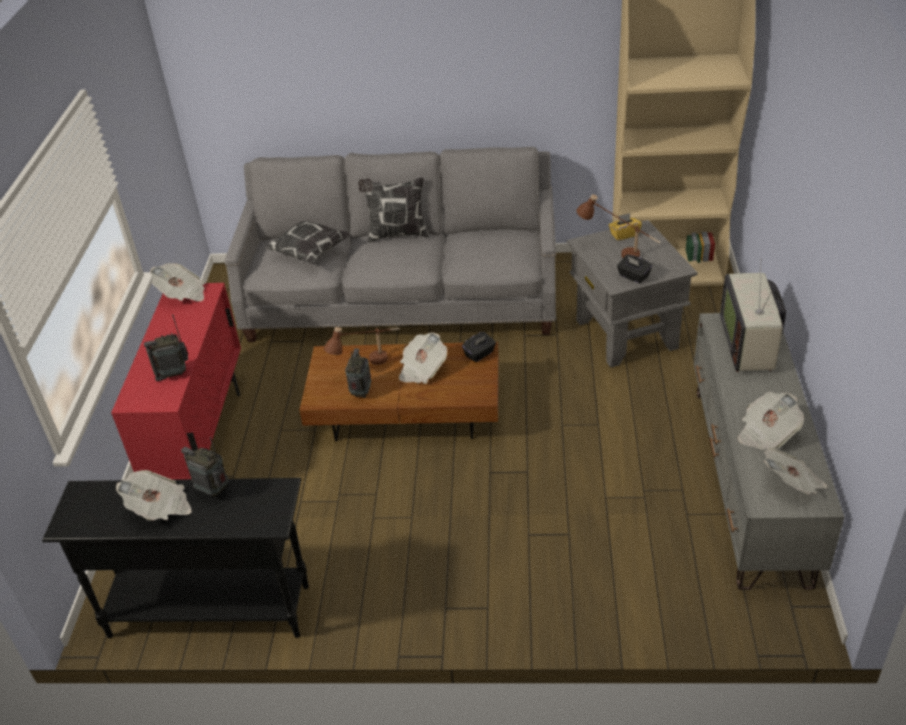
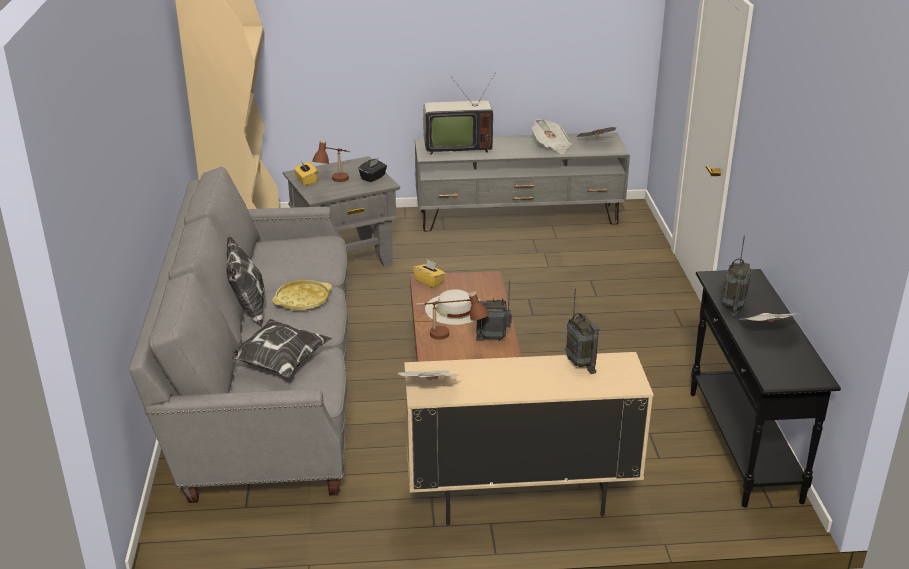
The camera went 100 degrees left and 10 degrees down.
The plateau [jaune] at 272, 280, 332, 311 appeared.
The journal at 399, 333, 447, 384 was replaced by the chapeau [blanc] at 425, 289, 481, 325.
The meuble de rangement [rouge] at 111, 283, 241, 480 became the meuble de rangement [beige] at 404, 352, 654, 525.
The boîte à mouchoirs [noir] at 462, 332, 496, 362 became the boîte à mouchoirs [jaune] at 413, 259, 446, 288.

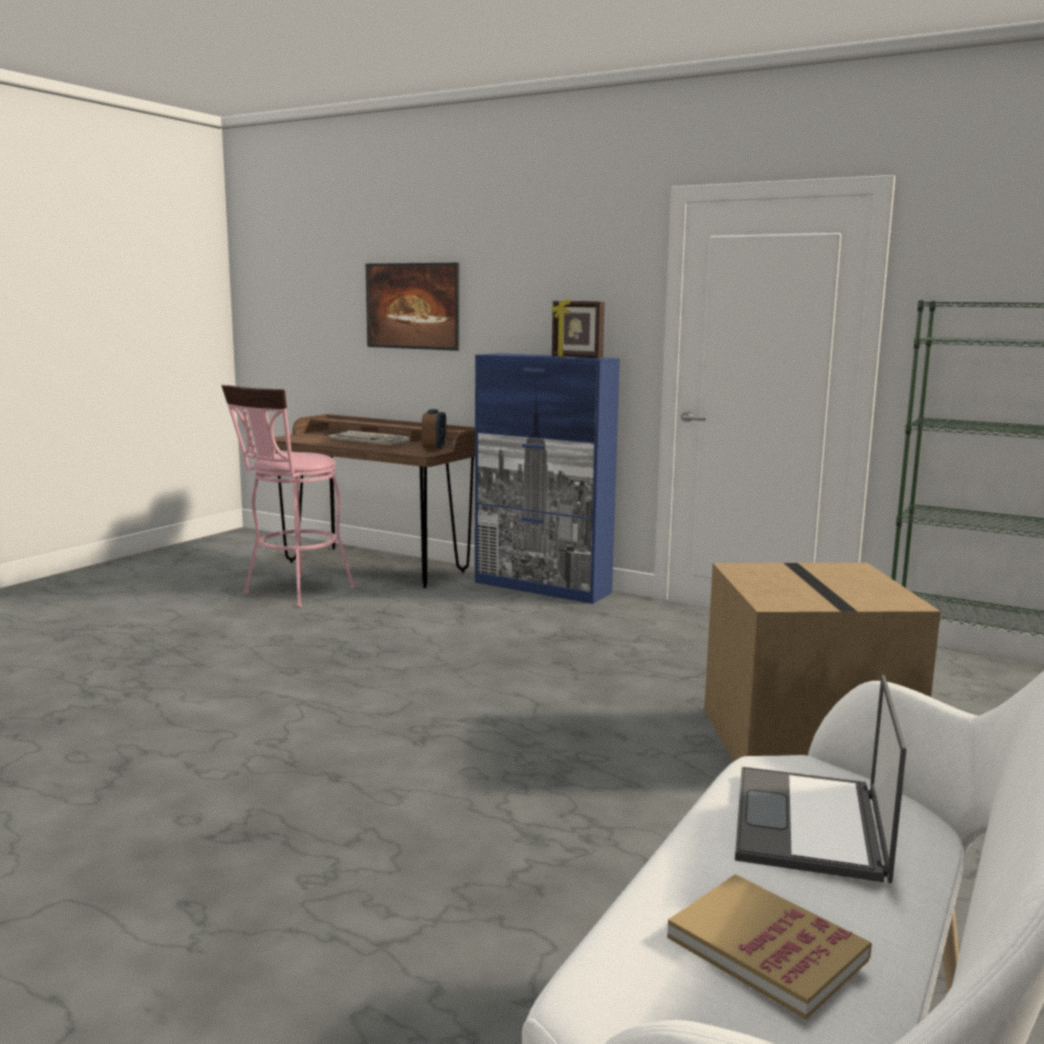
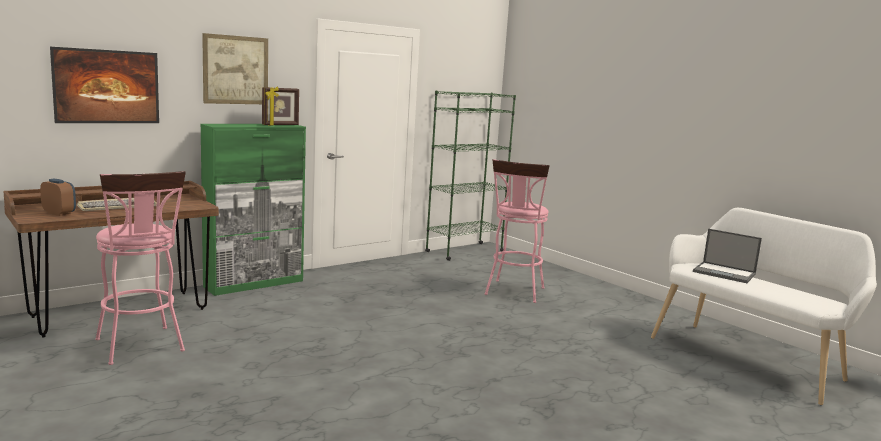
The camera went 70 degrees left and 0 degrees up.
The livre at 667, 874, 872, 1019 disappeared.
The tableau at 202, 33, 268, 104 appeared.
The réveil moved from 422, 409, 446, 451 to 40, 179, 76, 216.
The carton at 704, 563, 941, 762 was replaced by the tabouret [rose] at 485, 159, 550, 303.
The meuble de rangement [bleu] at 475, 353, 620, 604 became the meuble de rangement [vert] at 201, 124, 306, 296.

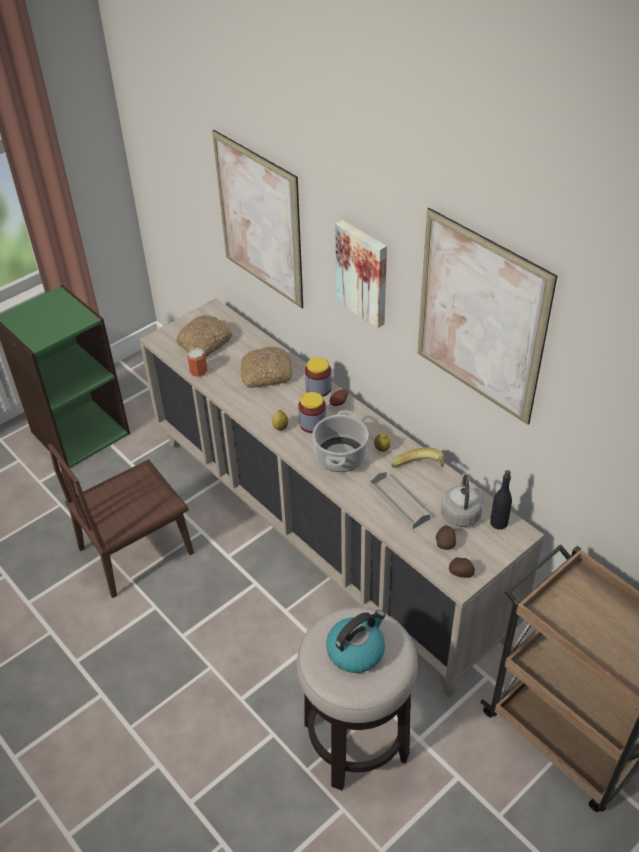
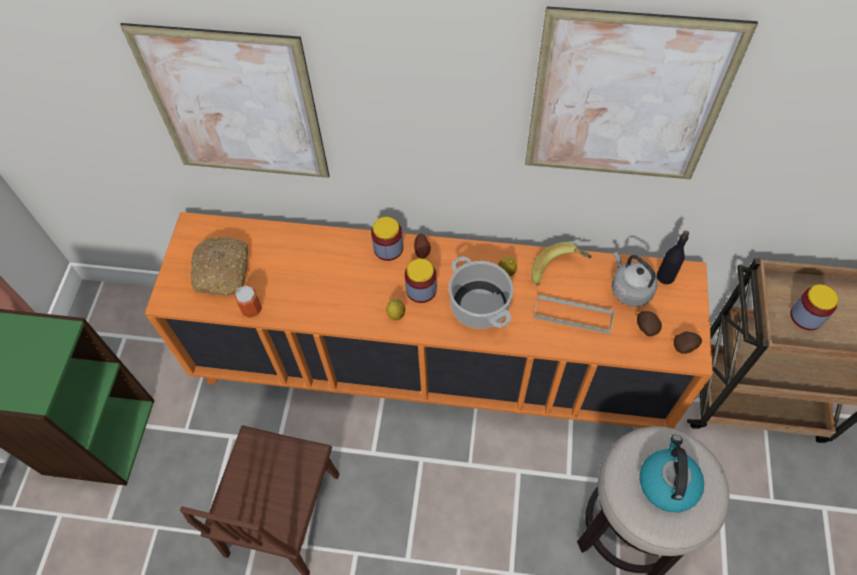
The camera went 40 degrees left and 15 degrees up.
The pain at 240, 347, 292, 388 disappeared.
The tableau at 335, 220, 387, 328 disappeared.
The bocal at 790, 284, 838, 330 appeared.
The meuble de rangement [beige] at 139, 298, 544, 698 became the meuble de rangement [orange] at 145, 212, 713, 429.

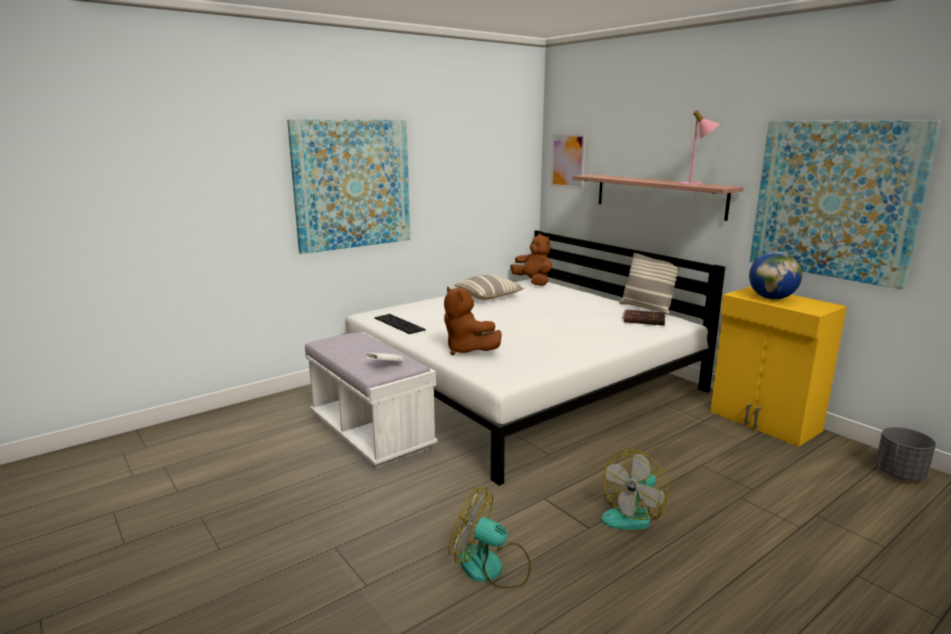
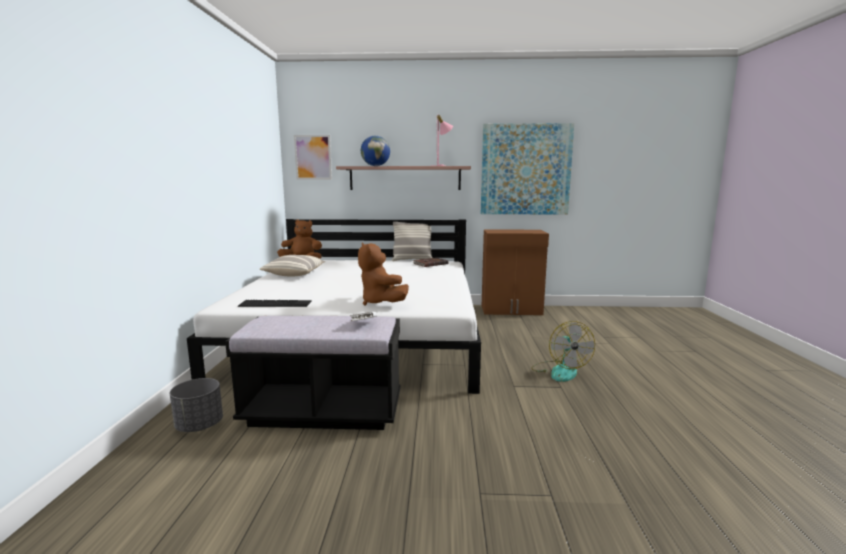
The camera went 50 degrees left and 5 degrees down.
The tableau at 287, 119, 410, 254 disappeared.
The ventilateur at 449, 487, 531, 588 disappeared.
The globe moved from 749, 252, 802, 299 to 361, 136, 390, 166.
The cache-pot [gris] moved from 875, 427, 936, 481 to 170, 378, 223, 432.
The banc [blanc] at 305, 332, 437, 469 became the banc [noir] at 225, 316, 401, 430.
The meuble de rangement [jaune] at 710, 286, 847, 447 became the meuble de rangement [marron] at 482, 229, 549, 315.
The peluche [marron] at 444, 287, 502, 355 turned 60 degrees clockwise.

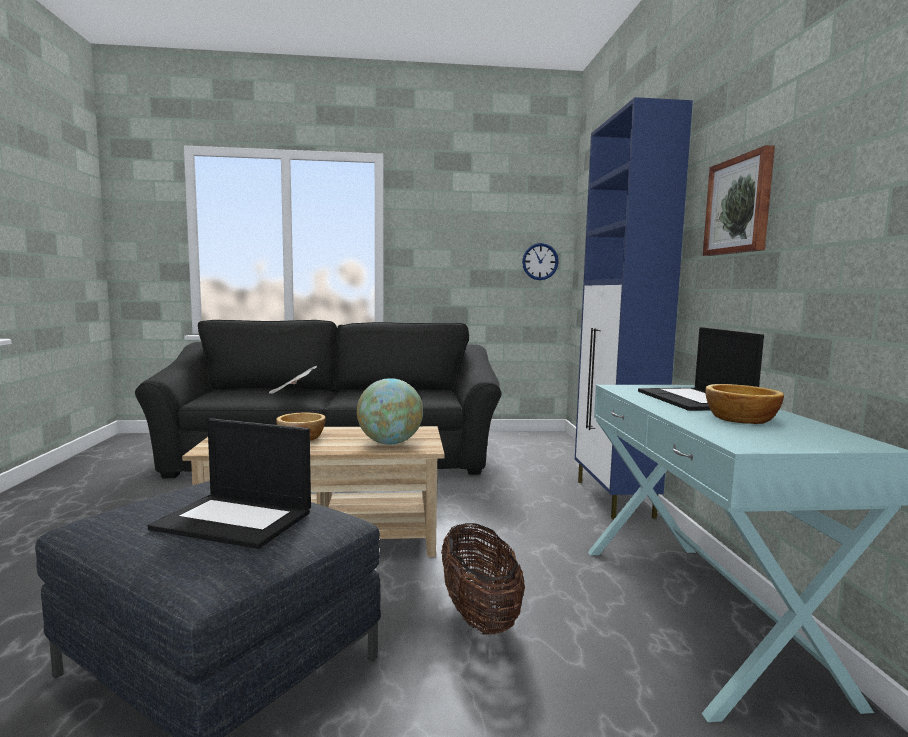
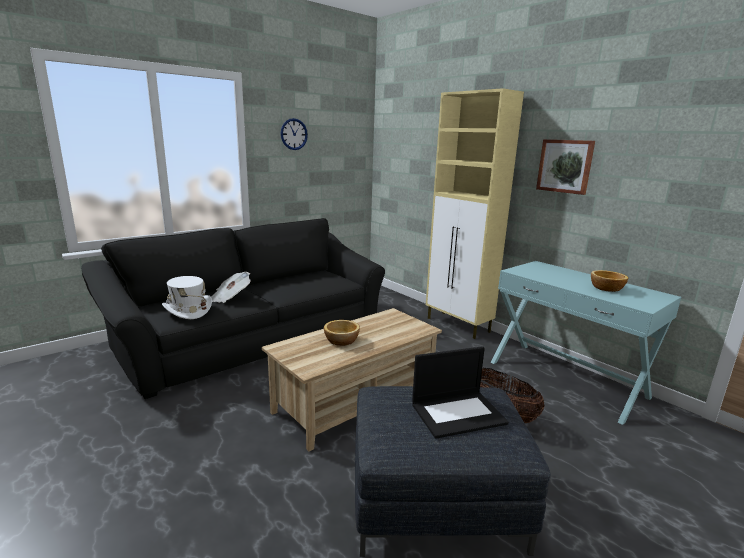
The camera went 35 degrees left and 10 degrees up.
The globe at 357, 378, 423, 445 disappeared.
The ordinateur portable at 638, 327, 764, 411 disappeared.
The chapeau [blanc] at 162, 276, 212, 319 appeared.
The horloge murale moved from 522, 243, 559, 280 to 281, 118, 308, 150.
The meuble de rangement [bleu] at 575, 97, 693, 520 became the meuble de rangement [beige] at 426, 88, 524, 339.

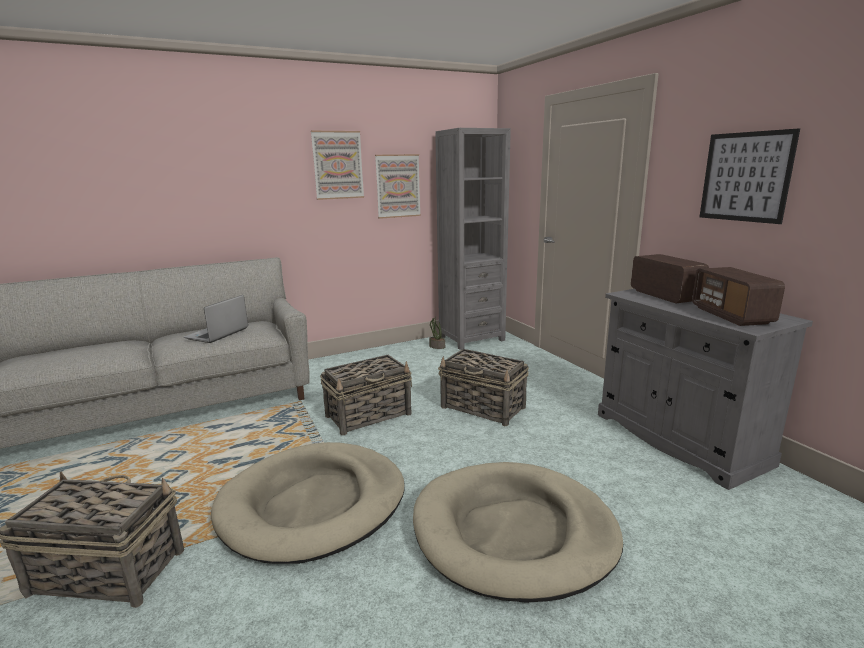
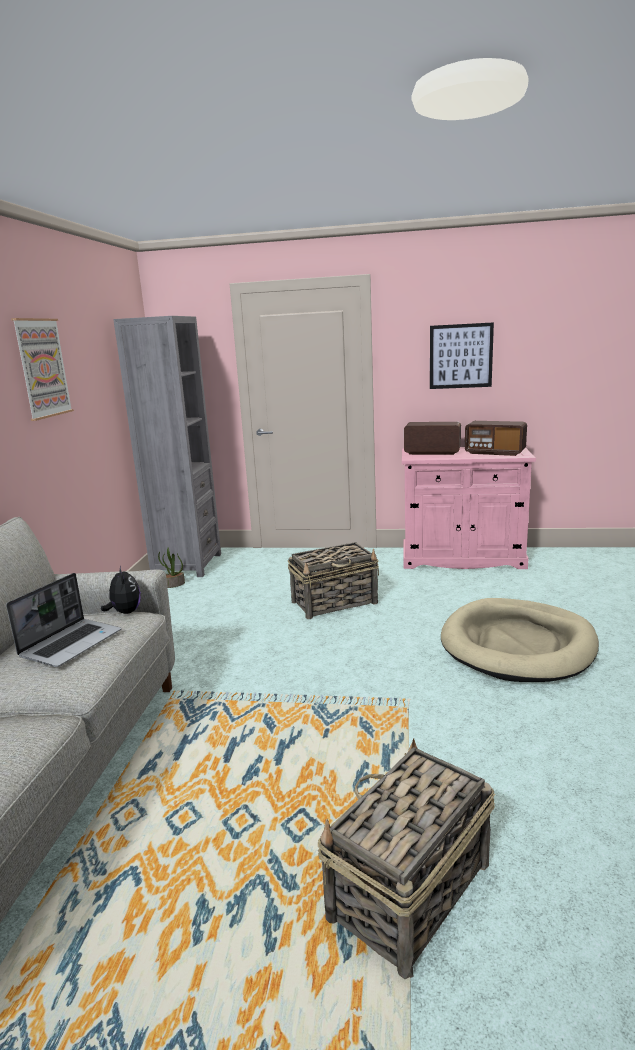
The camera went 55 degrees left and 0 degrees up.
The panier pour chien [beige] at 211, 442, 405, 564 disappeared.
The panier at 320, 354, 412, 435 disappeared.
The tableau at 375, 154, 421, 219 disappeared.
The peluche at 101, 565, 141, 614 appeared.
The meuble de rangement [gris] at 598, 289, 813, 490 became the meuble de rangement [rose] at 402, 447, 536, 569.
The ordinateur portable at 184, 295, 248, 343 turned 120 degrees counterclockwise.

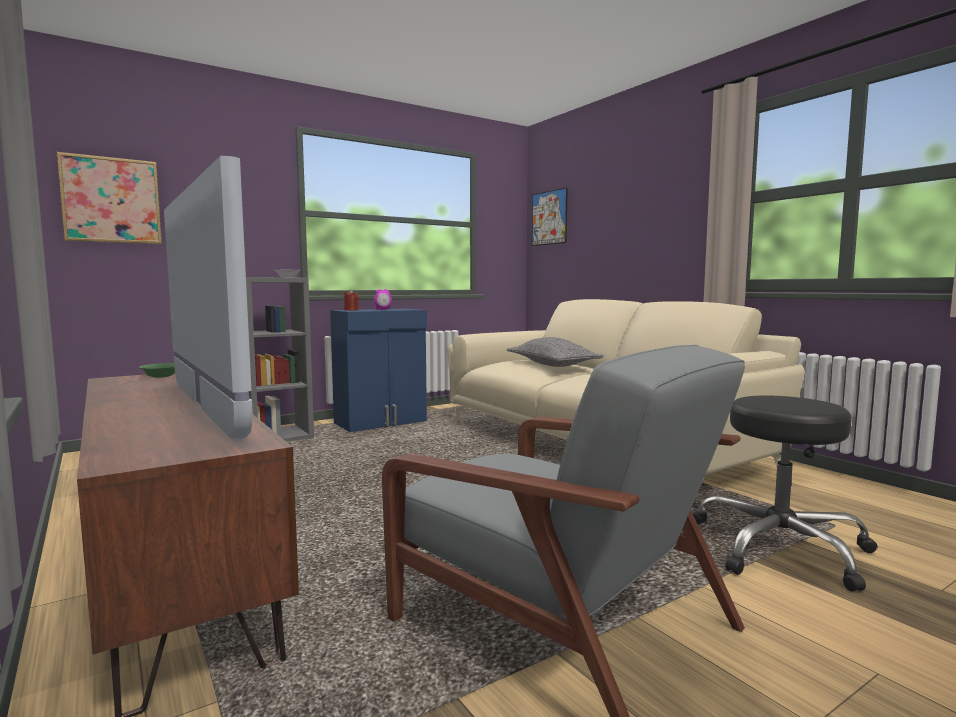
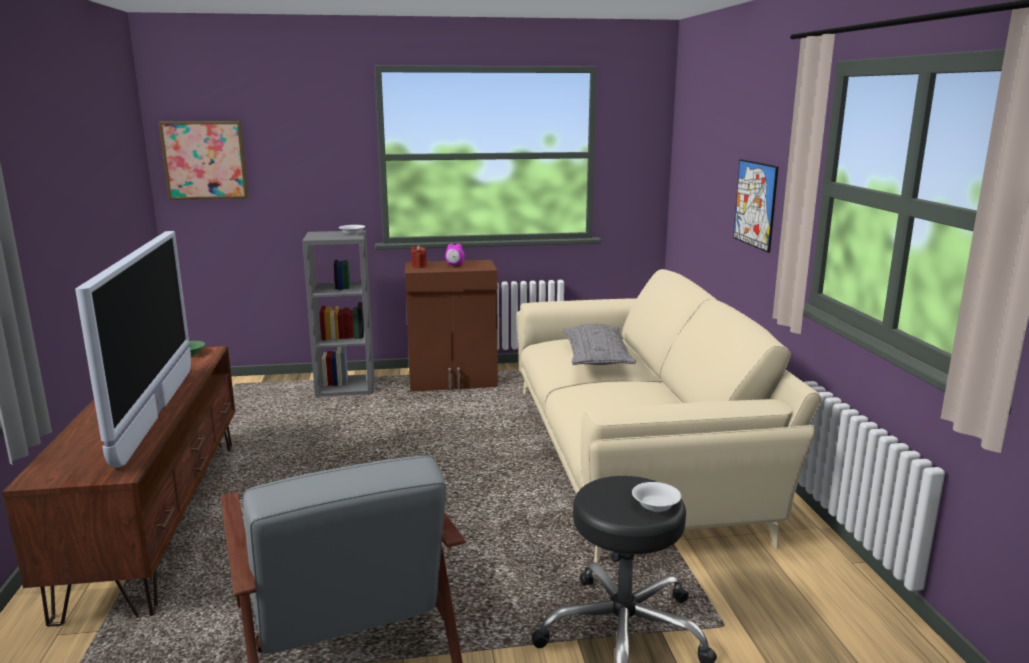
The camera went 25 degrees right and 10 degrees up.
The bol [blanc] at 632, 482, 682, 512 appeared.
The tableau moved from 532, 187, 568, 246 to 733, 159, 779, 253.
The meuble de rangement [bleu] at 330, 309, 427, 432 became the meuble de rangement [marron] at 405, 260, 498, 392.

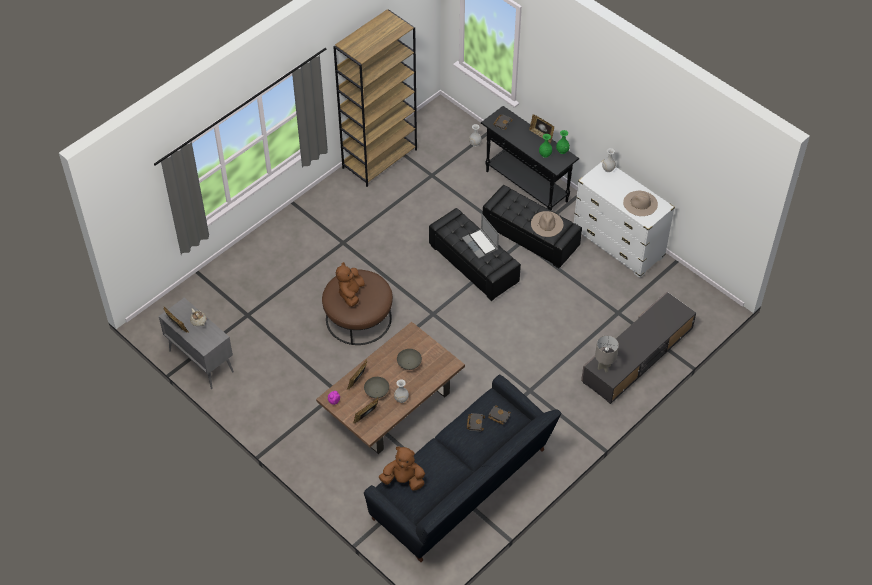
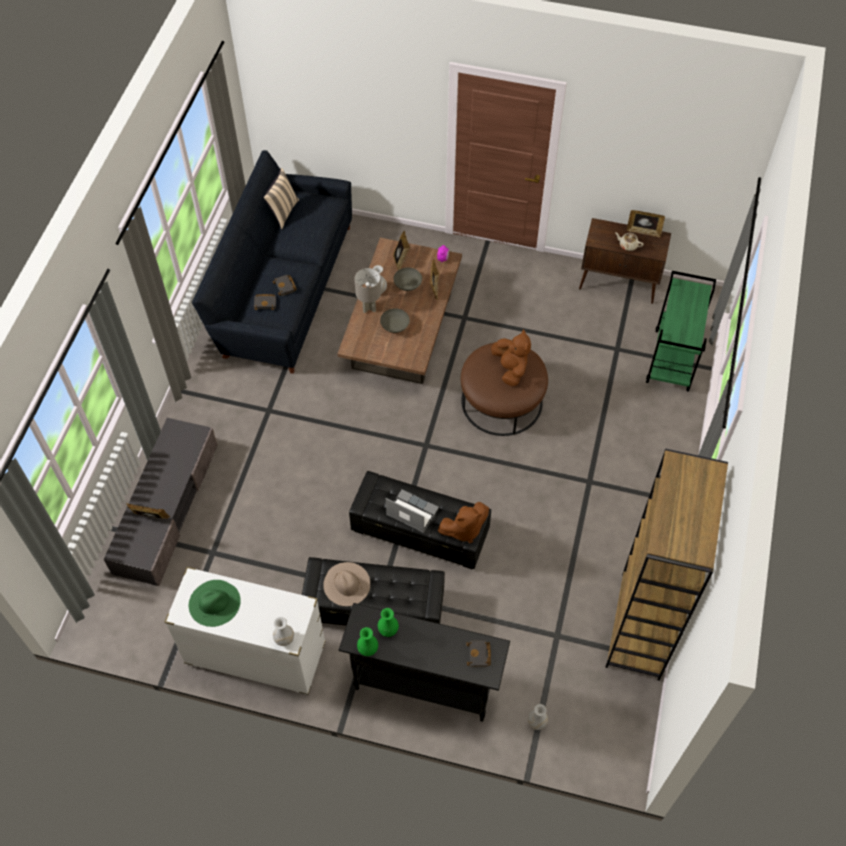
The camera went 150 degrees right and 5 degrees up.
The coussin [beige] at 263, 168, 299, 229 appeared.
The chariot [vert] at 646, 271, 716, 392 appeared.
The peluche [marron] moved from 379, 447, 425, 491 to 438, 502, 489, 543.
The cadre photo moved from 529, 114, 554, 143 to 126, 503, 170, 519.
The lampe de table [gris] moved from 595, 335, 619, 373 to 355, 268, 381, 313.
The meuble de rangement [gris] at 159, 298, 234, 389 became the meuble de rangement [marron] at 579, 218, 671, 304.
The chapeau [beige] at 623, 191, 658, 216 became the chapeau [vert] at 189, 580, 241, 627.

